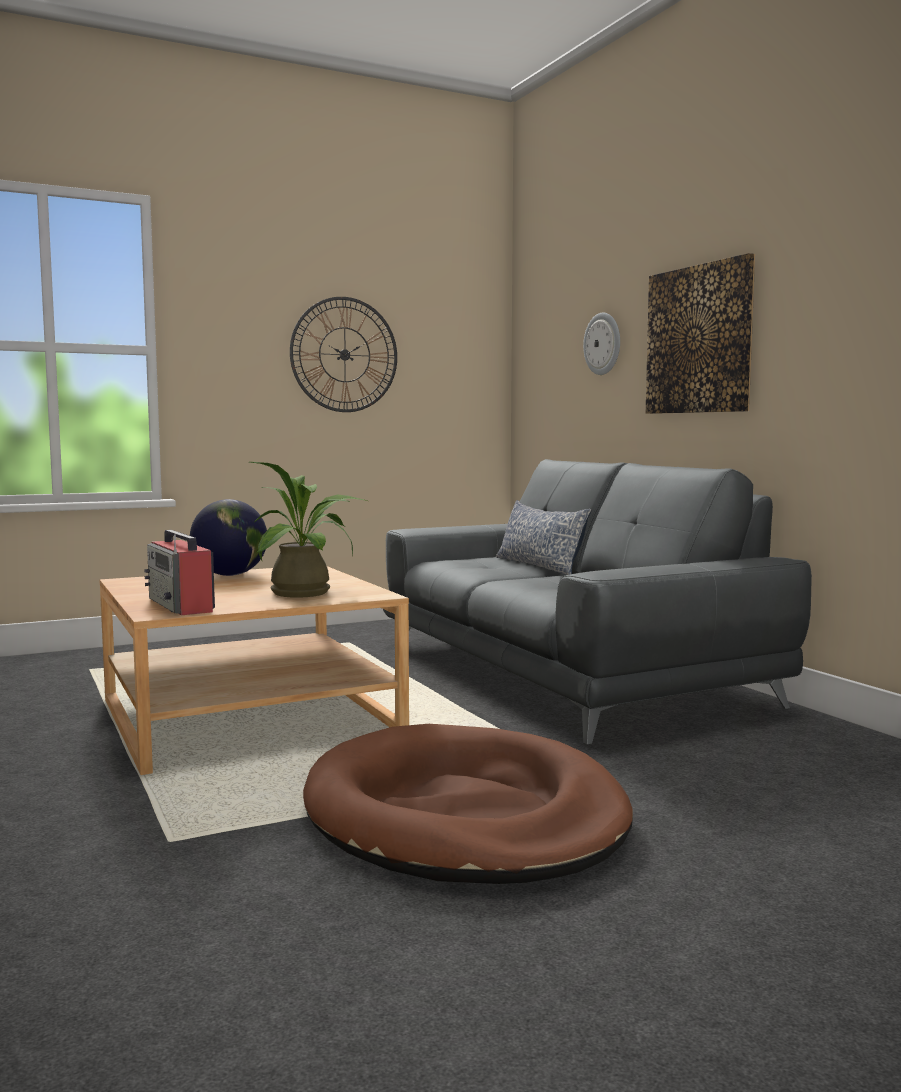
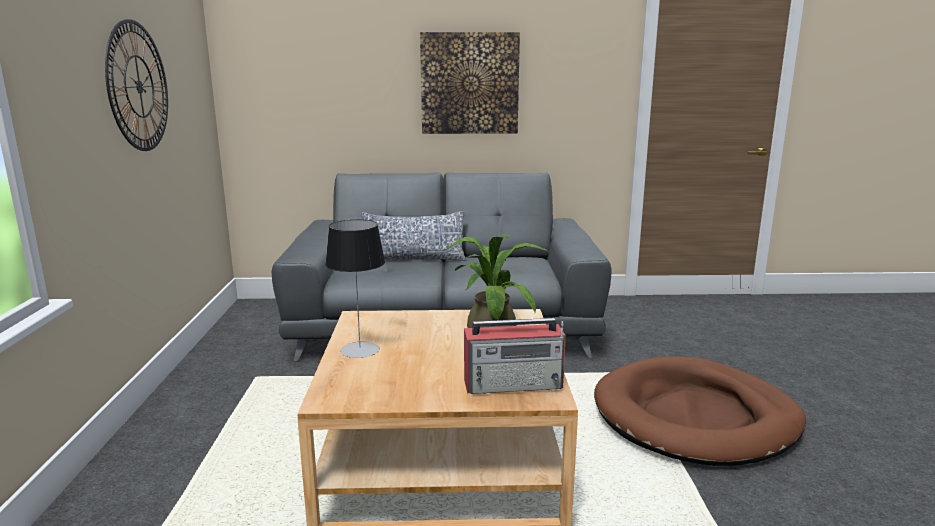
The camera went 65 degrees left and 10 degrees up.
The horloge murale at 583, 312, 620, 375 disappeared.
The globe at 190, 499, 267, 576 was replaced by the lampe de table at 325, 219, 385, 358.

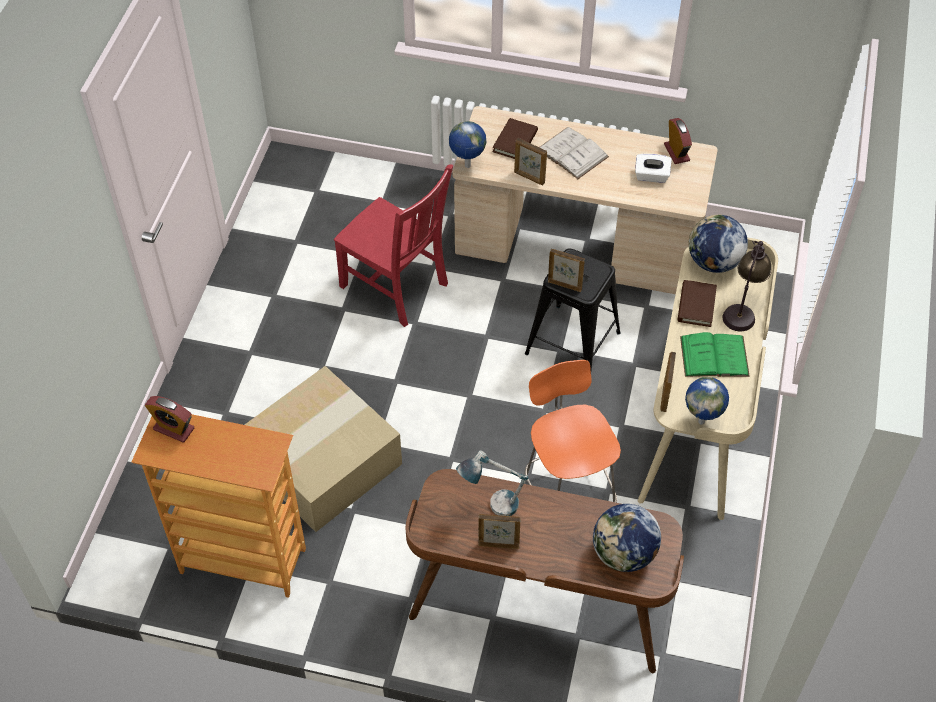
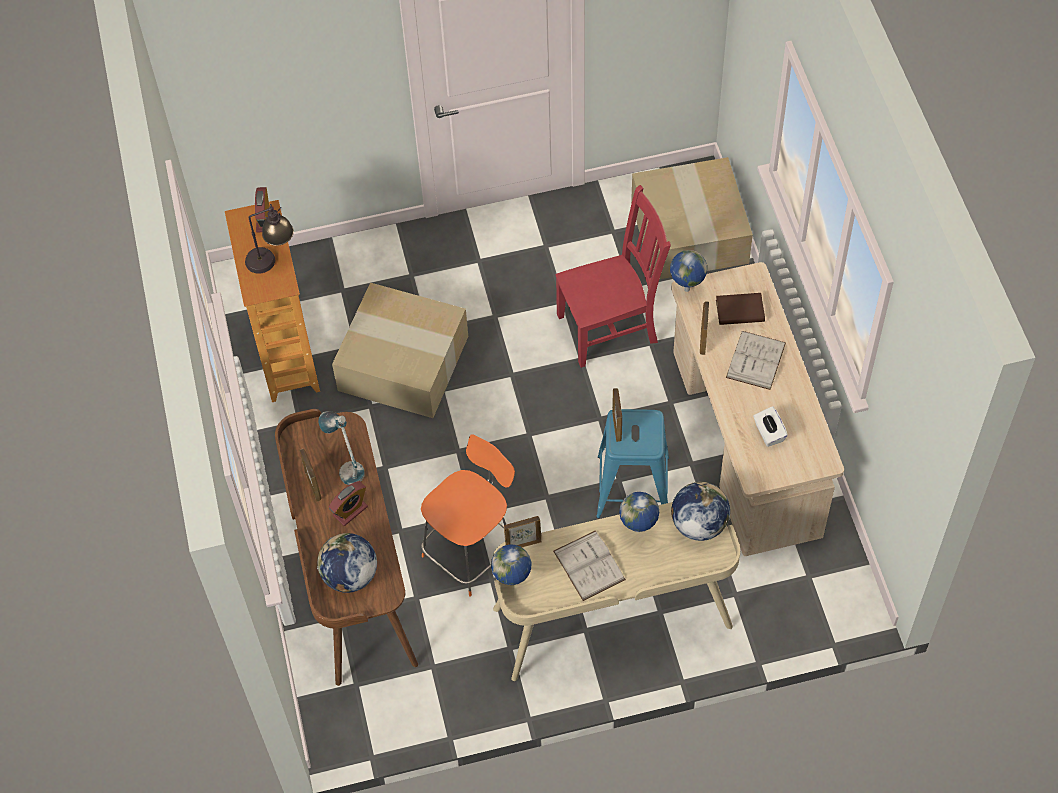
The camera went 65 degrees right and 5 degrees up.
The carton at 631, 157, 753, 279 appeared.
The réveil moved from 664, 118, 692, 164 to 329, 481, 368, 526.
The lampe de table moved from 722, 241, 772, 331 to 245, 204, 294, 274.
The livre [marron] at 678, 280, 717, 327 was replaced by the globe at 619, 492, 659, 532.
The tabouret [noir] at 525, 248, 621, 369 became the tabouret [bleu] at 596, 409, 669, 518.
The livre [vert] at 680, 332, 750, 377 became the livre [blanc] at 553, 530, 626, 601.
The chaise [rouge] at 334, 164, 453, 327 turned 120 degrees counterclockwise.

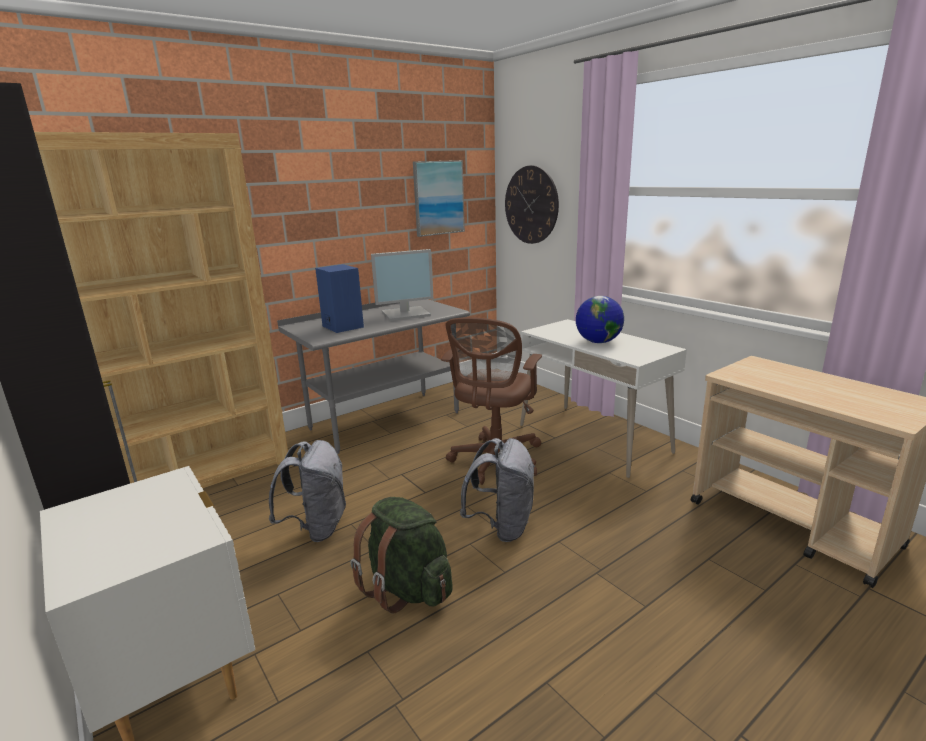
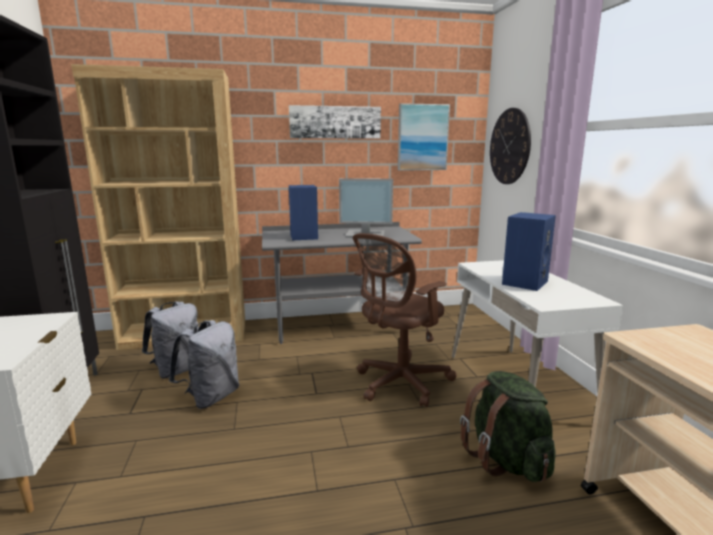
The camera went 25 degrees right and 5 degrees down.
The tableau at 289, 105, 381, 139 appeared.
The sac à dos [vert] moved from 350, 497, 453, 614 to 460, 371, 556, 482.
The sac à dos [gris] moved from 460, 438, 535, 542 to 142, 301, 199, 379.
The globe at 576, 296, 624, 343 was replaced by the enceinte [bleu] at 502, 212, 556, 291.

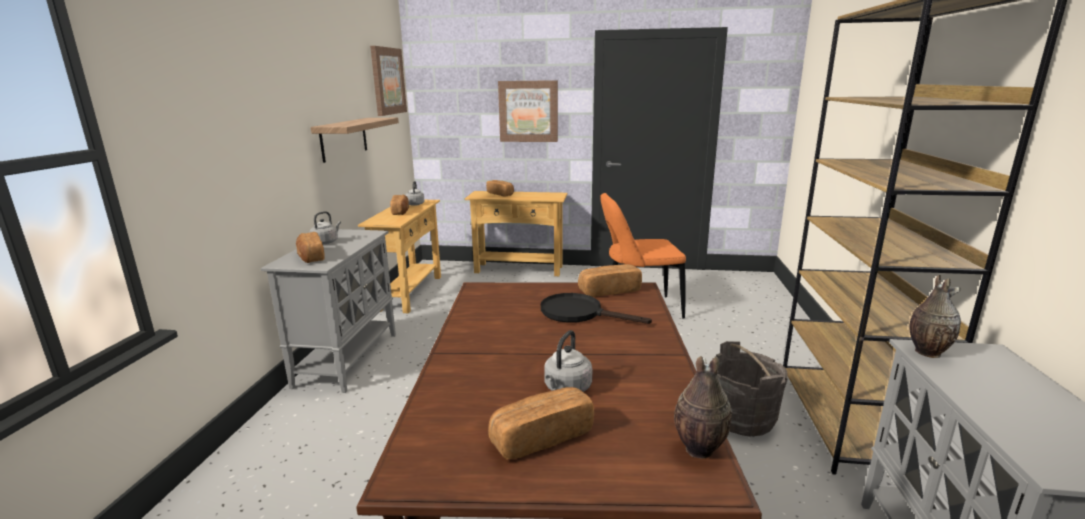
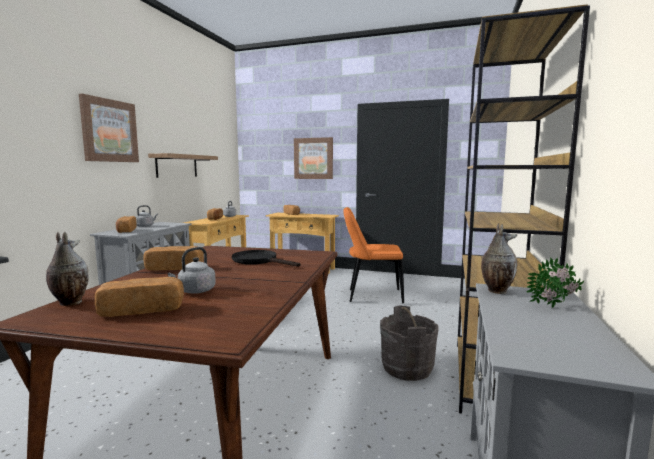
The camera went 10 degrees right and 10 degrees down.
The plante en pot at 527, 257, 584, 308 appeared.
The tableau moved from 370, 46, 407, 116 to 79, 94, 139, 162.
The pain moved from 578, 264, 642, 297 to 144, 246, 204, 271.
The vase moved from 674, 356, 732, 459 to 46, 232, 89, 306.

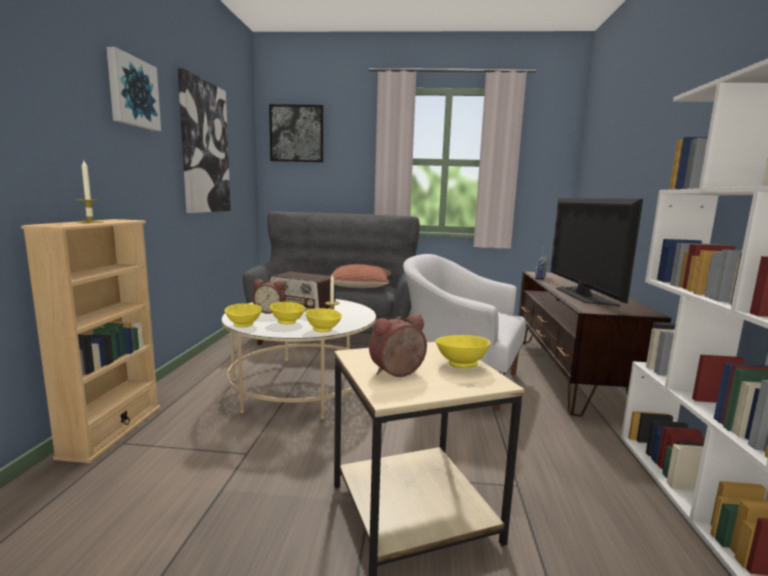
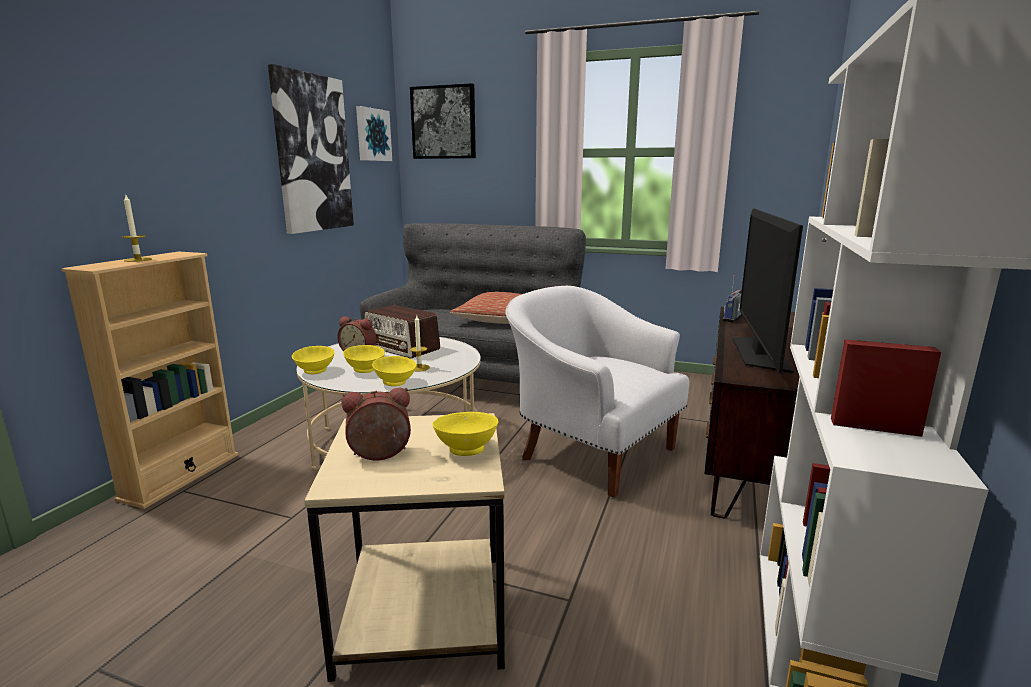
The camera went 15 degrees right and 5 degrees up.
The tableau moved from 106, 47, 161, 131 to 356, 106, 392, 161.

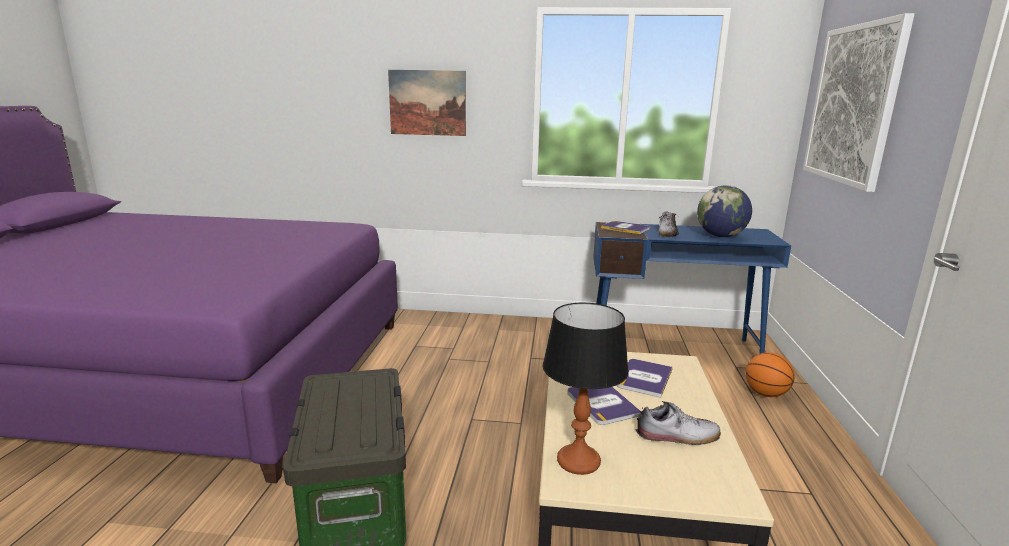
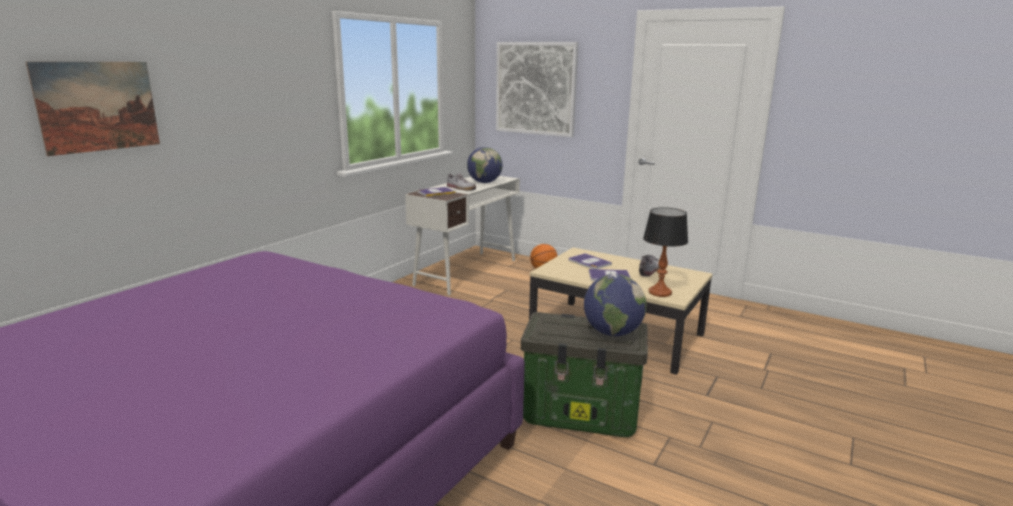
The camera went 65 degrees left and 0 degrees up.
The globe at 584, 274, 647, 336 appeared.
The tableau moved from 388, 70, 466, 136 to 26, 62, 160, 156.
The bureau [bleu] at 593, 222, 791, 354 became the bureau [blanc] at 405, 176, 520, 295.

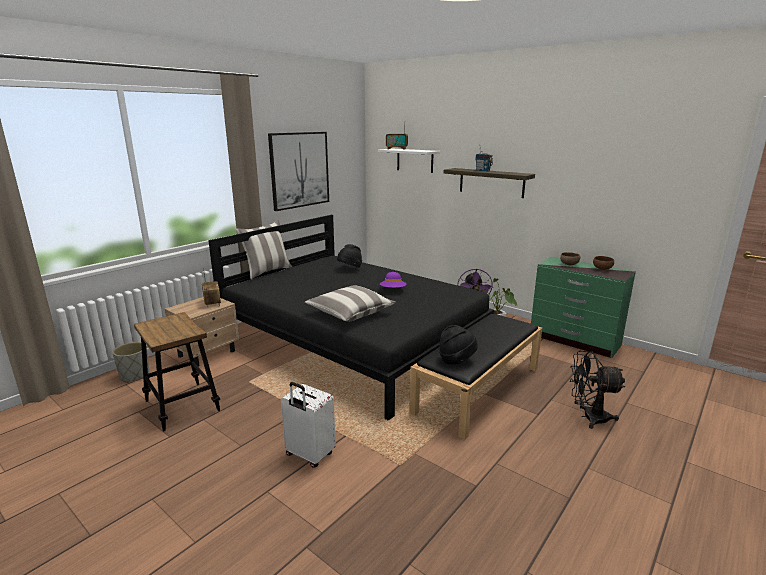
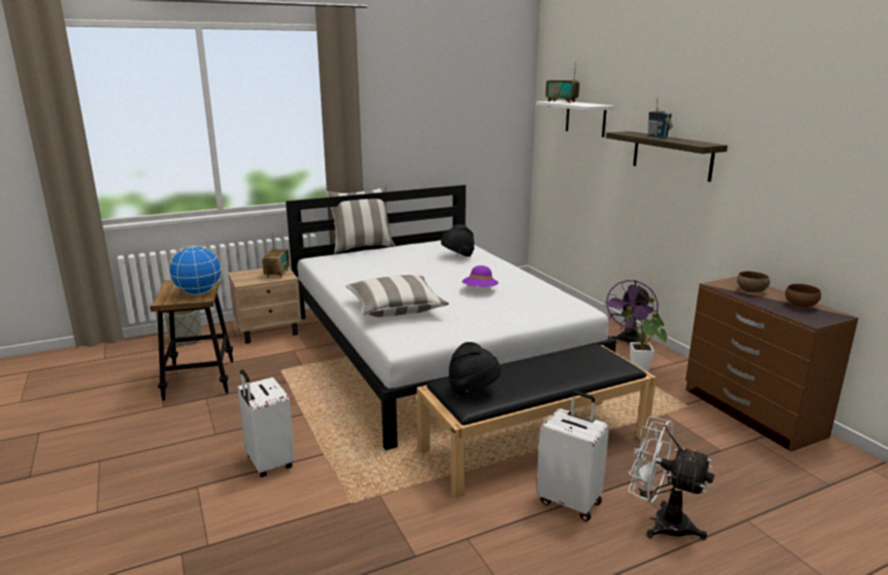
The camera went 25 degrees right and 0 degrees up.
The tableau at 268, 132, 329, 211 disappeared.
The globe at 169, 246, 222, 295 appeared.
The valise [blanc] at 536, 391, 609, 521 appeared.
The lit [noir] at 208, 215, 494, 421 became the lit [blanc] at 286, 185, 616, 450.
The commode [vert] at 531, 257, 636, 358 became the commode [marron] at 686, 276, 858, 452.
The ventilateur [noir] at 570, 351, 625, 429 became the ventilateur [blanc] at 628, 416, 714, 540.

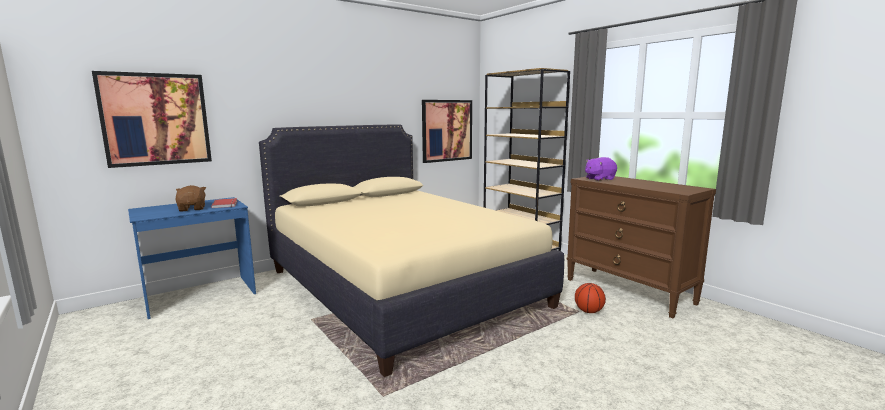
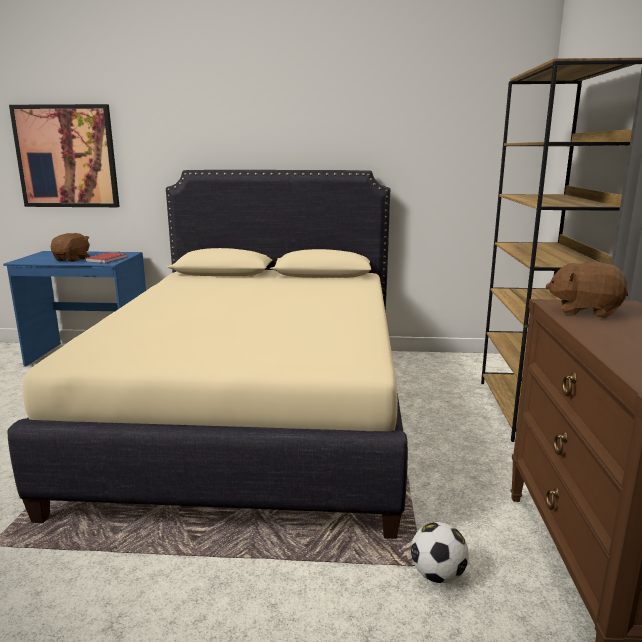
The camera went 40 degrees right and 5 degrees up.
The tableau at 422, 100, 472, 163 disappeared.
The ballon de basket at 575, 283, 606, 313 was replaced by the ballon de foot at 411, 522, 469, 583.
The peluche [violet] at 585, 157, 617, 181 became the peluche [marron] at 546, 262, 628, 318.

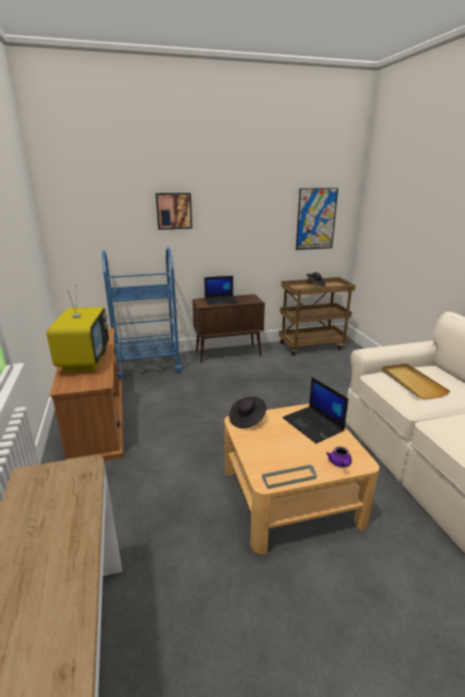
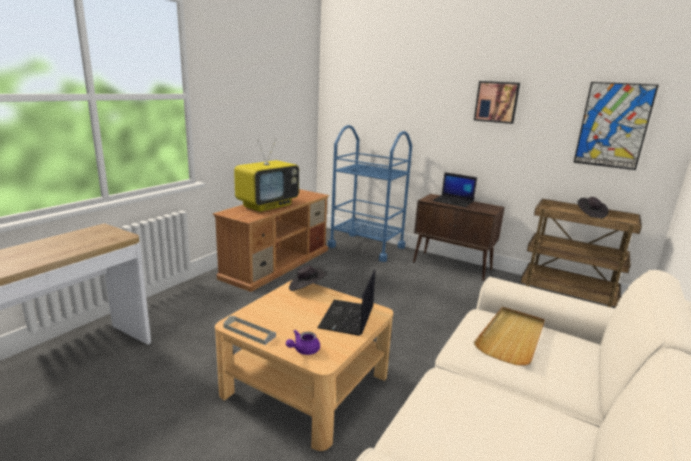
The camera went 45 degrees right and 5 degrees down.
The tableau moved from 156, 193, 192, 230 to 474, 81, 520, 124.

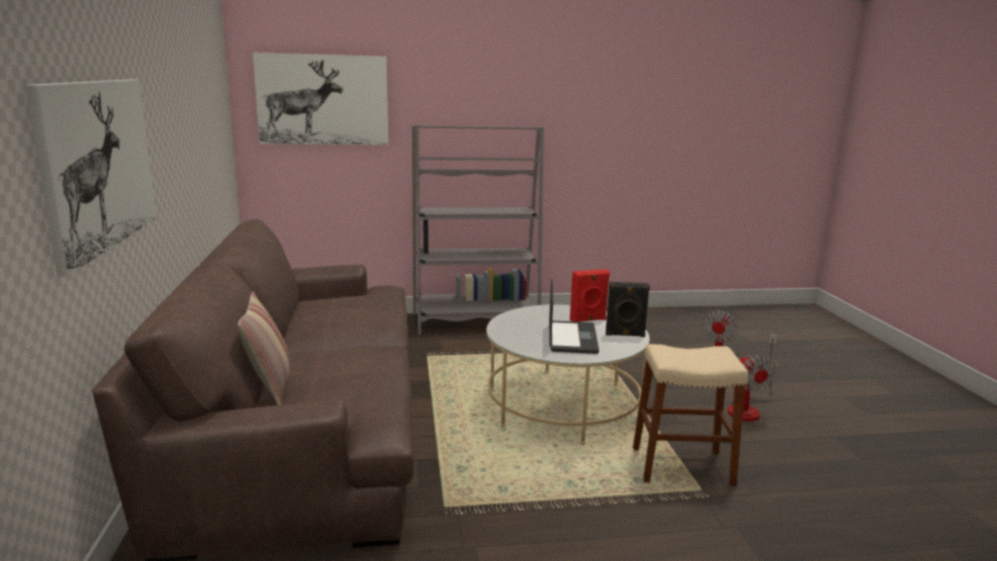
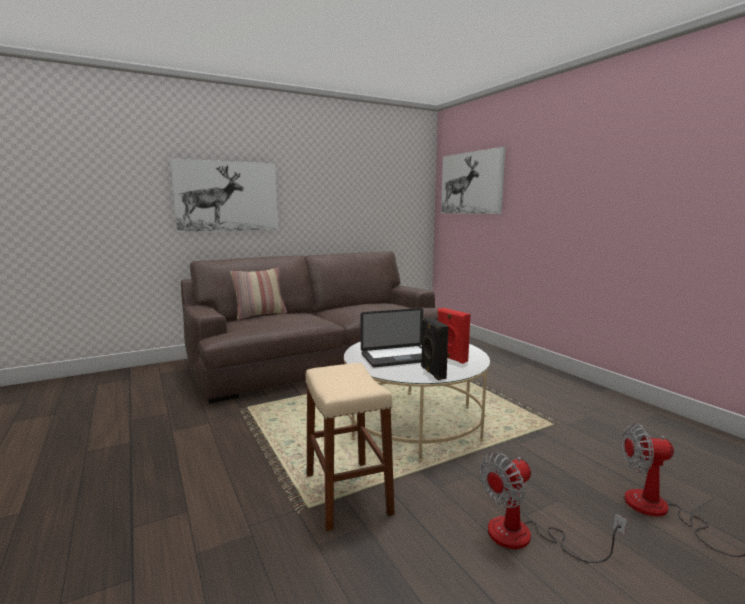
The camera went 70 degrees right and 5 degrees down.
The bibliothèque [gris] at 412, 125, 544, 335 disappeared.

